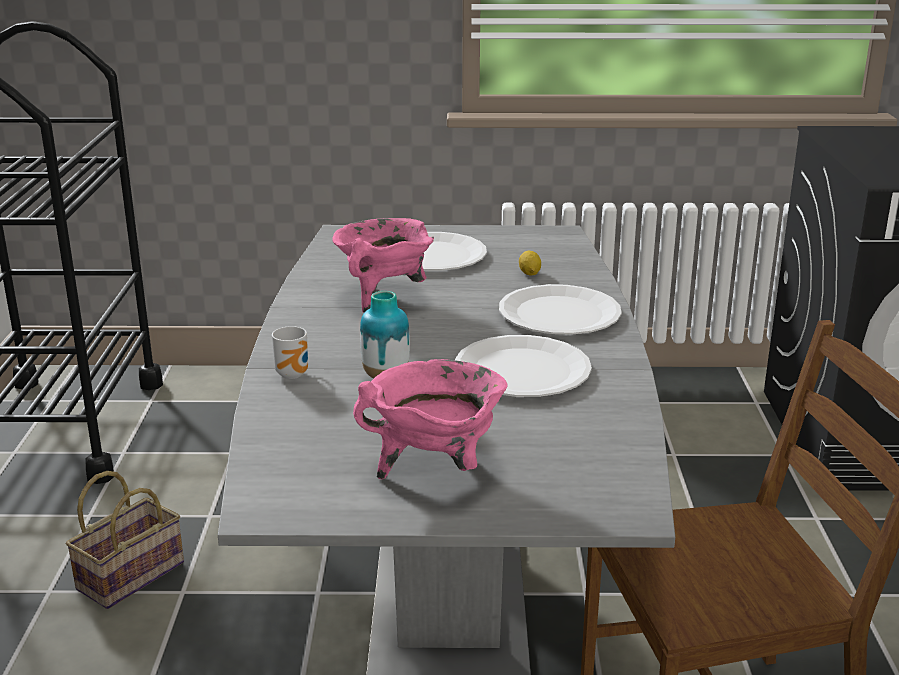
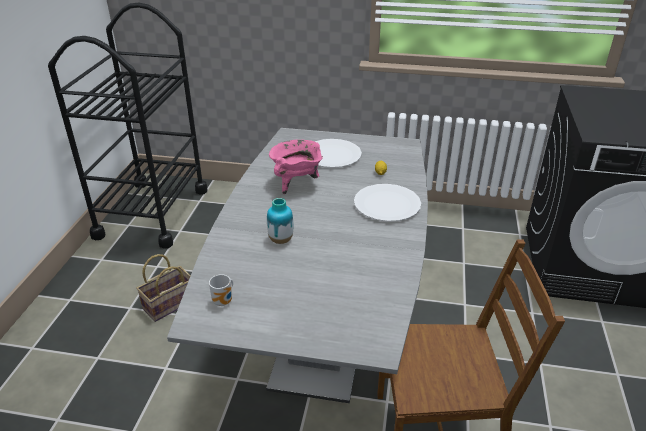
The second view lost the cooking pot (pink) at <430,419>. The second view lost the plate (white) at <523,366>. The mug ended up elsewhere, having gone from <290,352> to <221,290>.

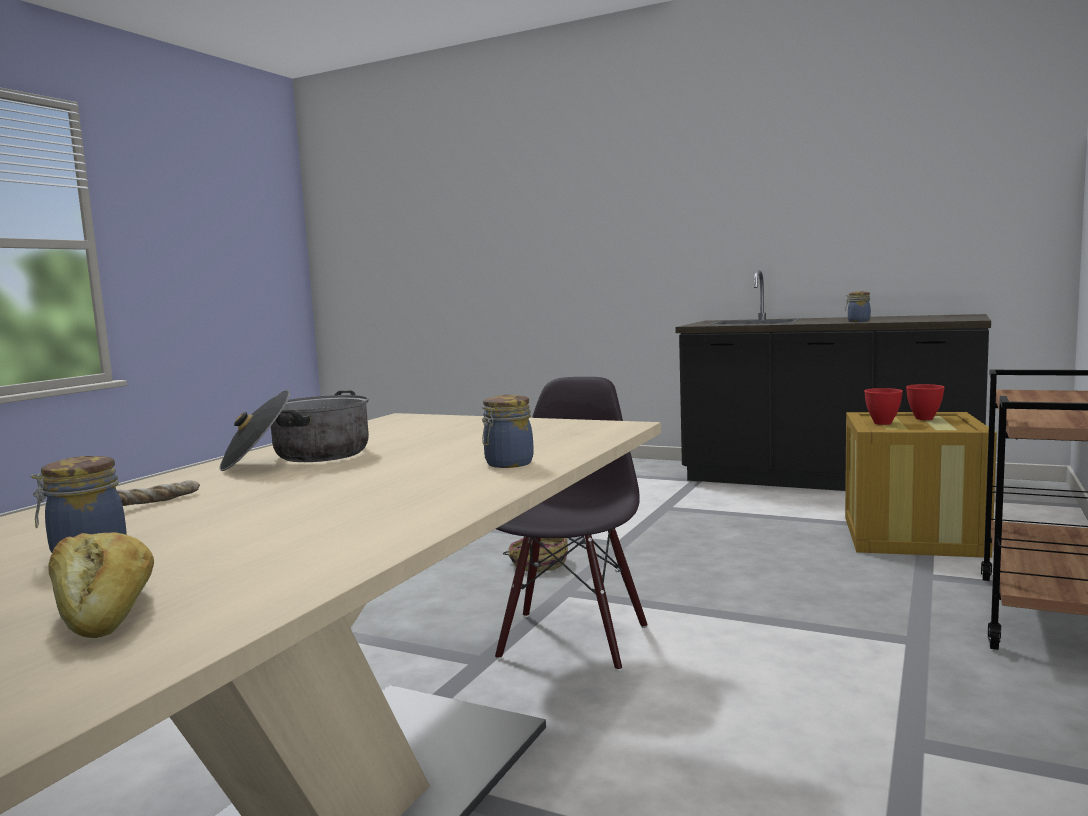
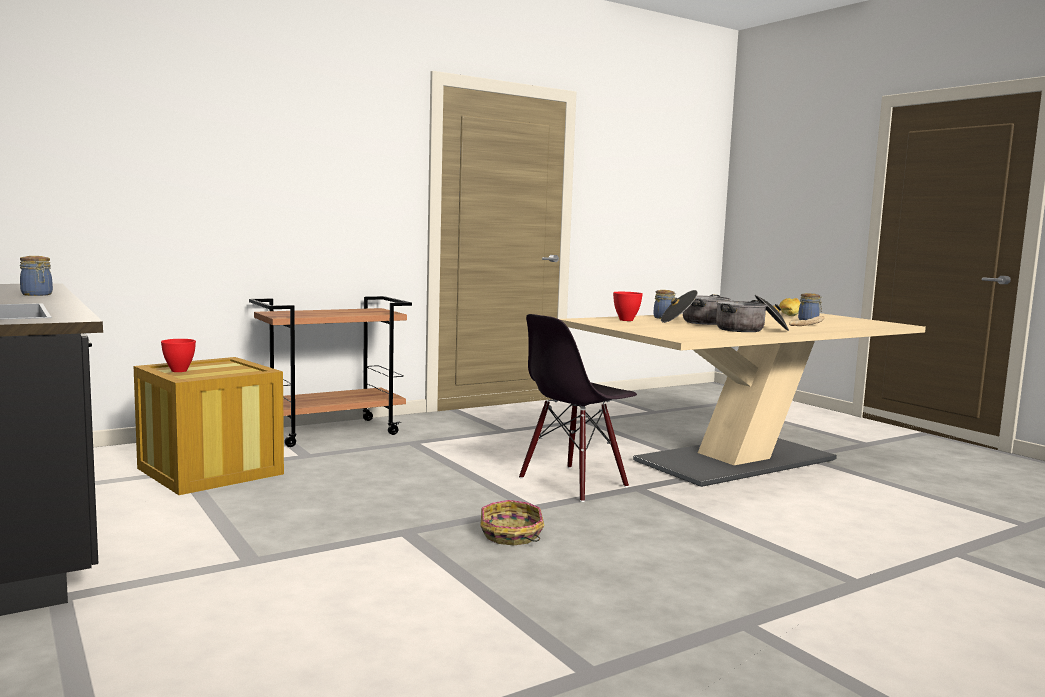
The second view gained the cooking pot at <695,307>. The bowl (red) ended up elsewhere, having gone from <883,406> to <628,306>.

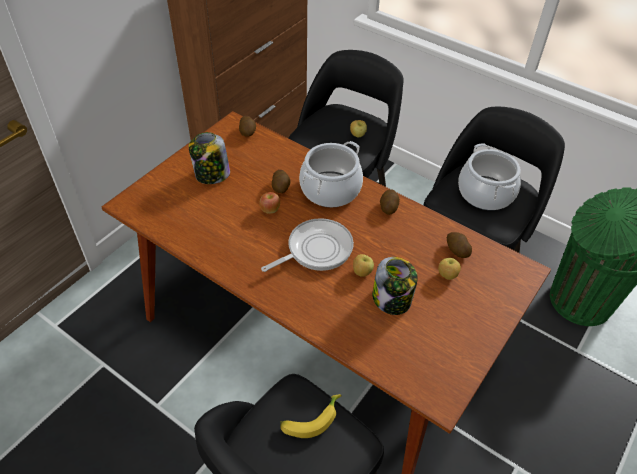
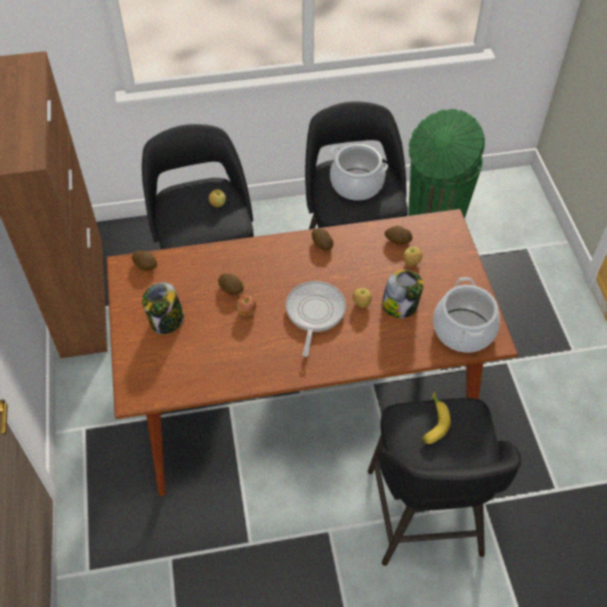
The cooking pot ended up elsewhere, having gone from <331,174> to <466,315>.

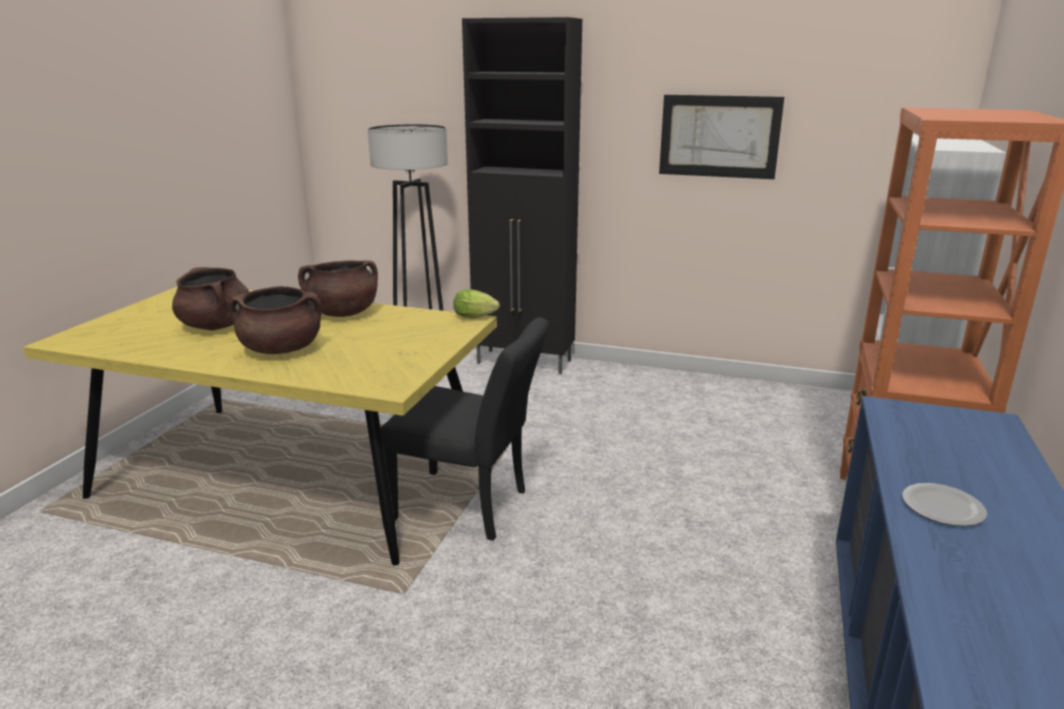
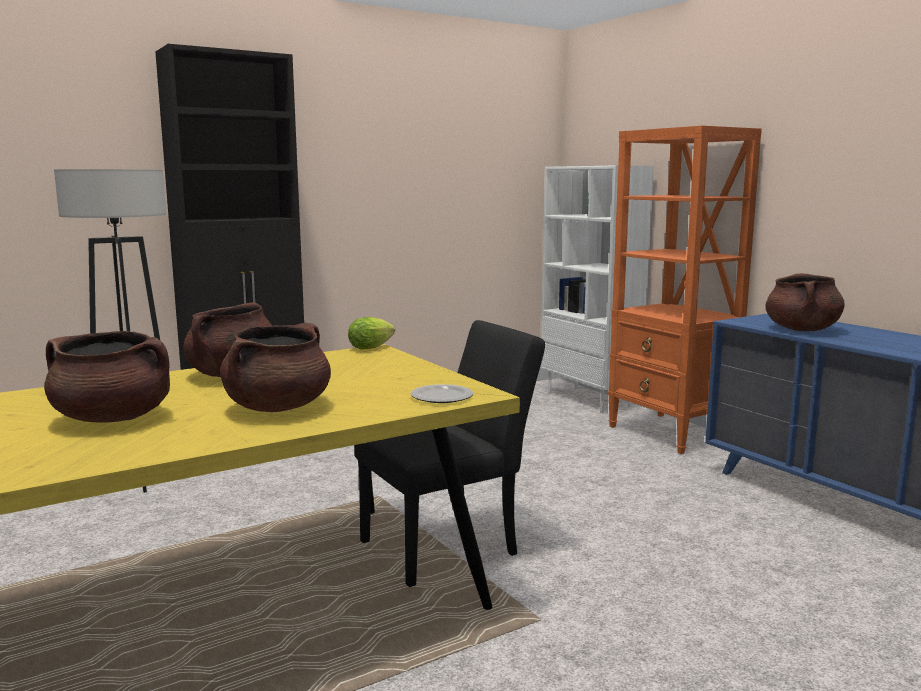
The second view lost the picture at <721,137>. The second view gained the cooking pot (brown) at <805,302>. The plate ended up elsewhere, having gone from <944,504> to <442,393>.

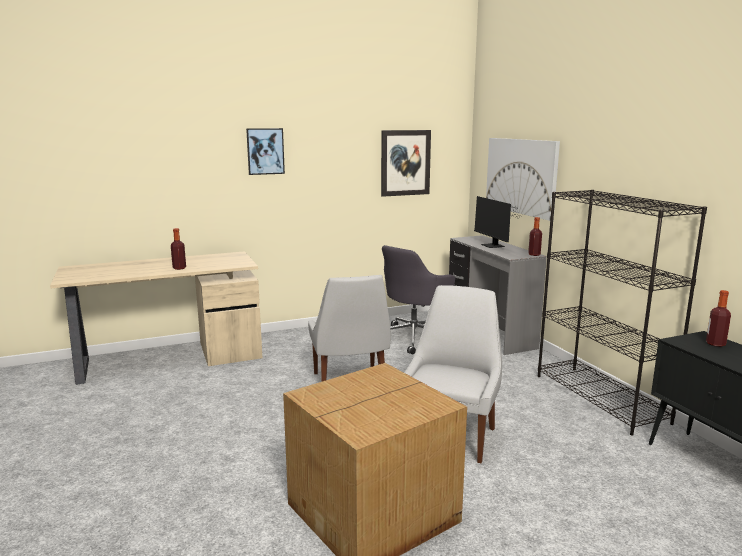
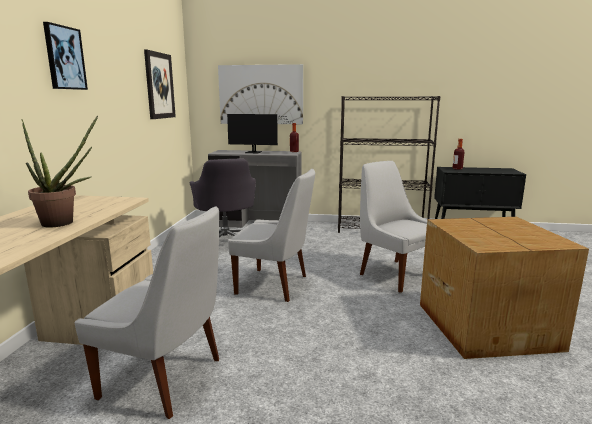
The second view gained the chair (white) at <146,312>. Where the bottle stood at <178,249>, the potted plant came to stand at <60,171>.

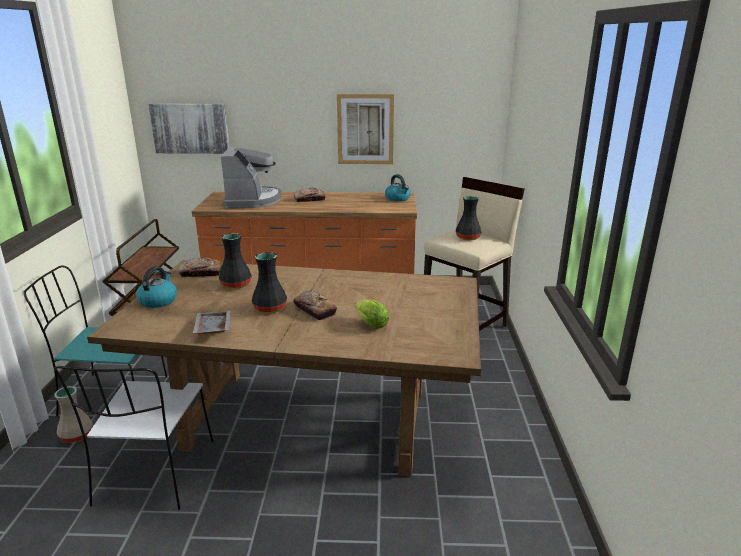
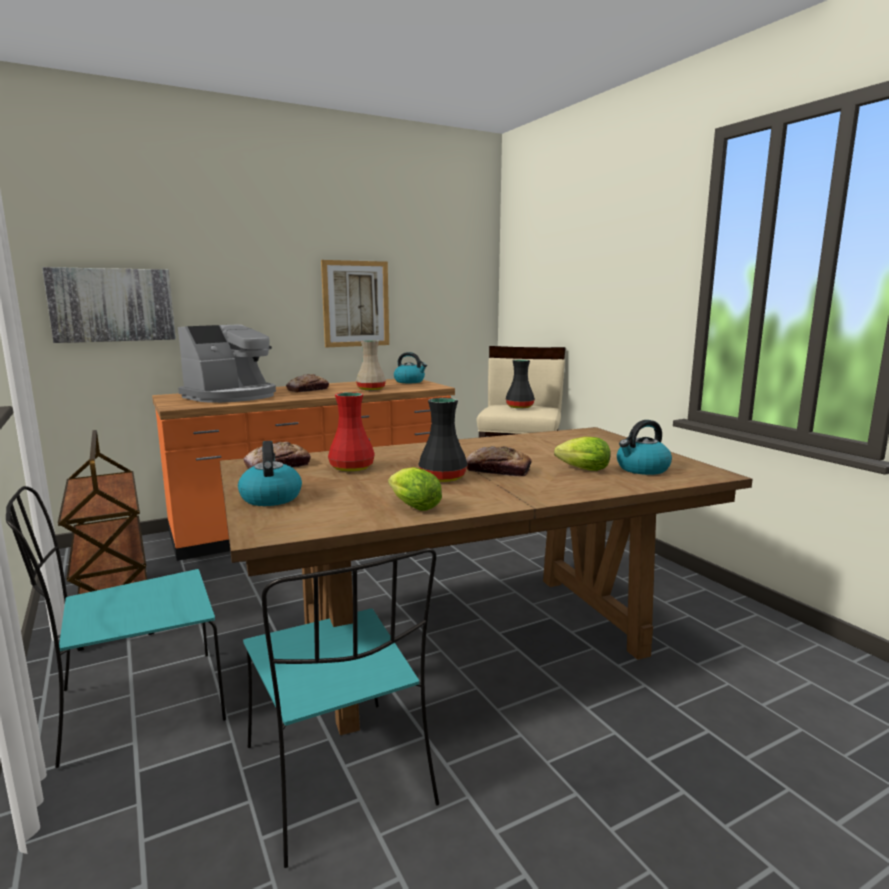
The second view gained the kettle at <644,447>. The vase (beige) ended up elsewhere, having gone from <73,414> to <371,365>. Where the tray (grey) stood at <211,322>, the lettuce came to stand at <415,489>. What was the chair (white) at <134,438> turned into the chair (turquoise) at <341,708>. What was the vase (black) at <235,261> turned into the vase (red) at <351,432>. The coffee machine at <251,178> ended up facing another way, 75 degrees clockwise from before.

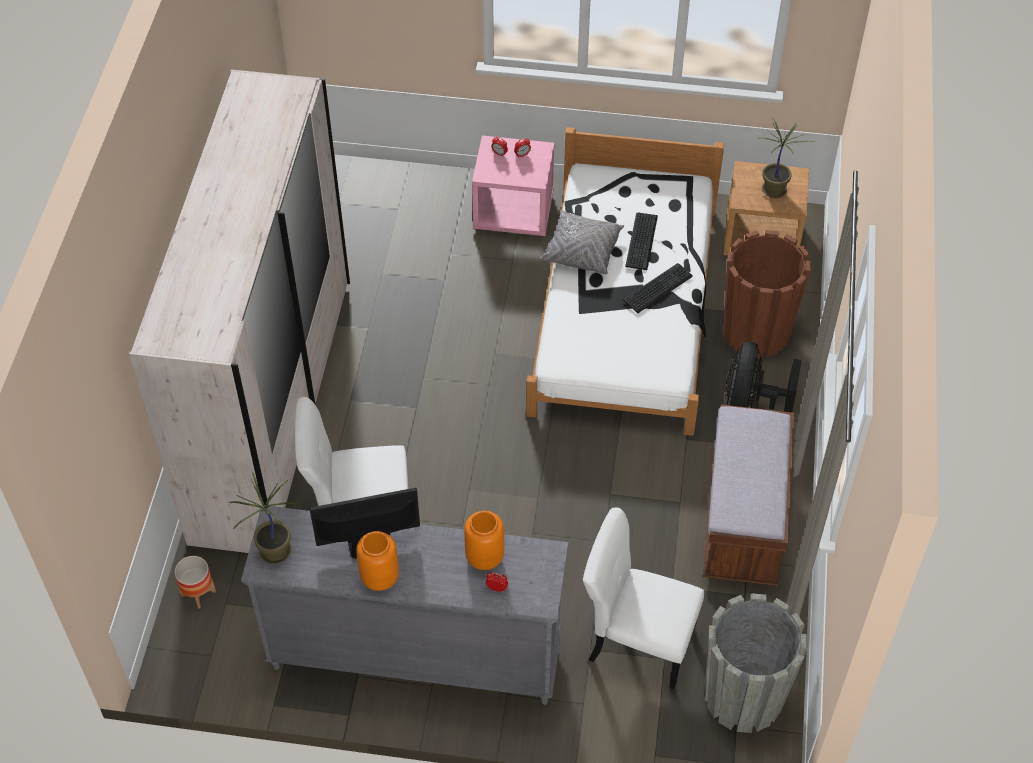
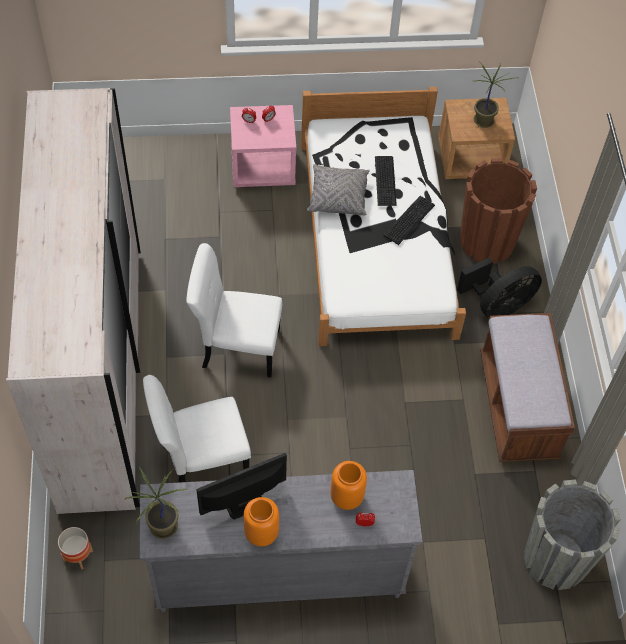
The chair (white) ended up elsewhere, having gone from <643,598> to <234,310>. The fan (black) at <763,377> ended up facing another way, 120 degrees counterclockwise from before.

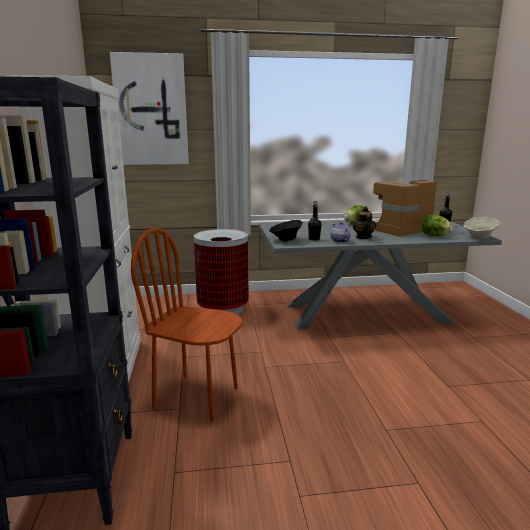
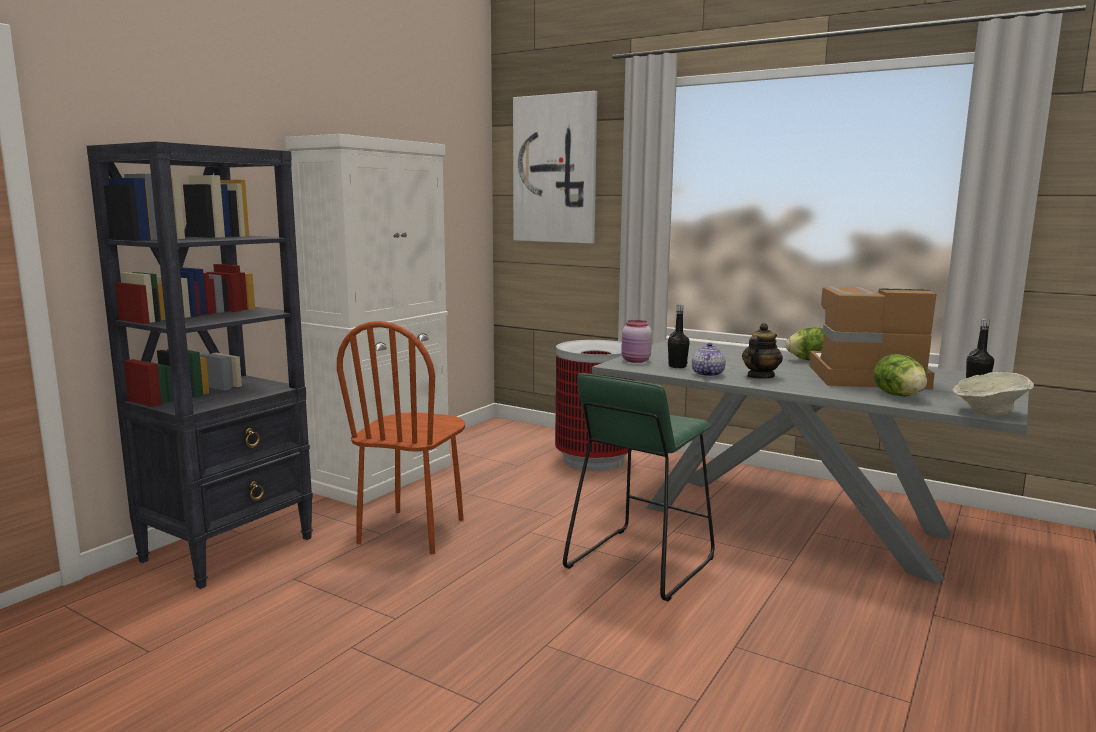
The second view gained the stool (green) at <639,487>. Where the bowl (black) stood at <286,230>, the jar (pink) came to stand at <636,341>. The chair (brown) at <187,324> ended up facing another way, 135 degrees counterclockwise from before.

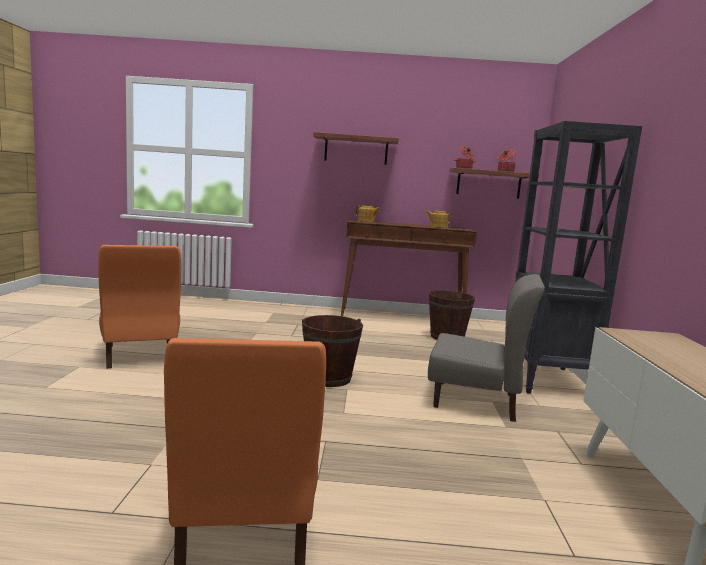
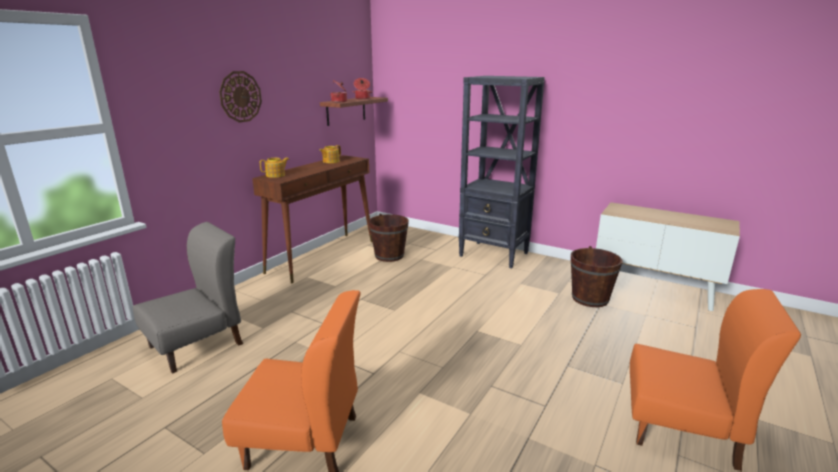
The bucket (brown) ended up elsewhere, having gone from <332,351> to <596,276>. The chair (grey) ended up elsewhere, having gone from <486,348> to <188,297>. Where the shelf hung at <356,148>, the wall clock came to hang at <240,97>.

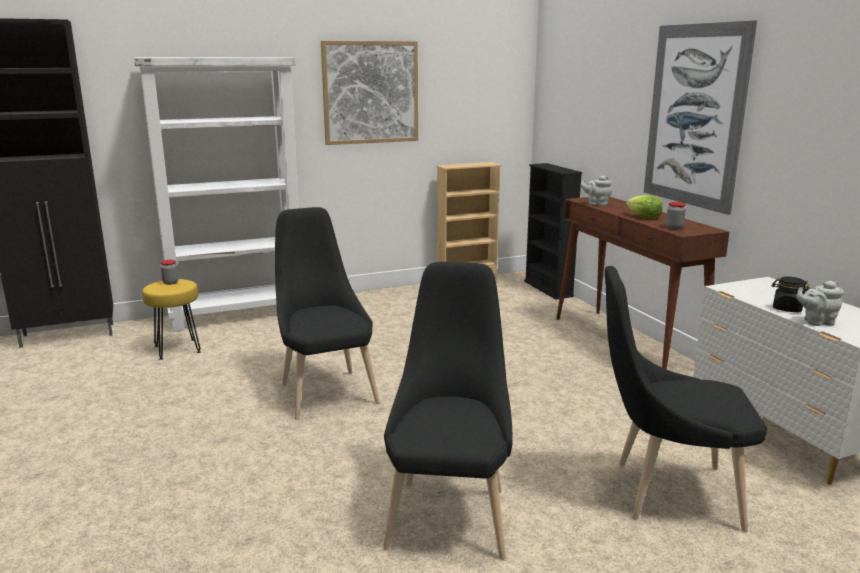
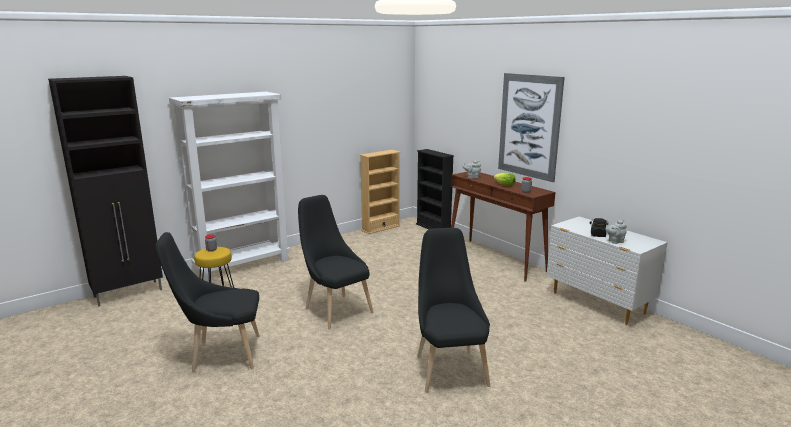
The second view lost the picture at <369,93>. The chair (black) ended up elsewhere, having gone from <686,399> to <208,302>.

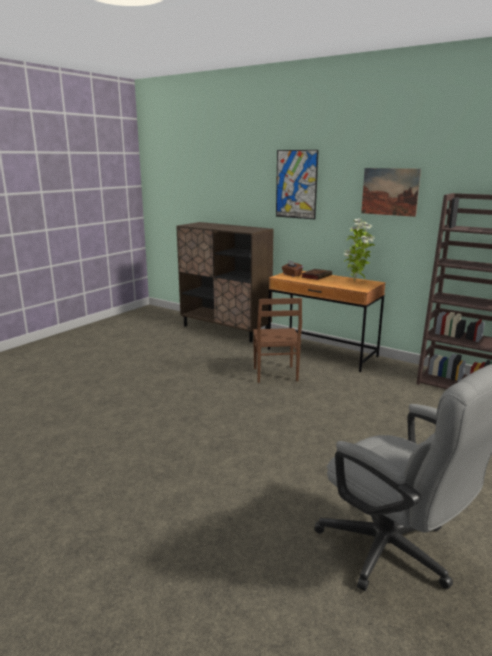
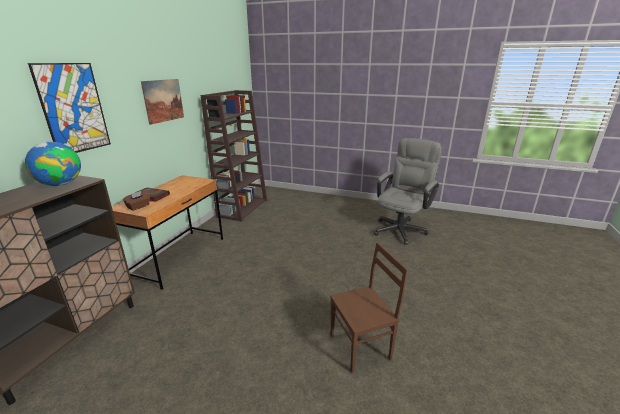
The second view lost the potted plant at <359,250>. The second view gained the globe at <53,164>. The chair (brown) ended up elsewhere, having gone from <277,340> to <369,307>.

